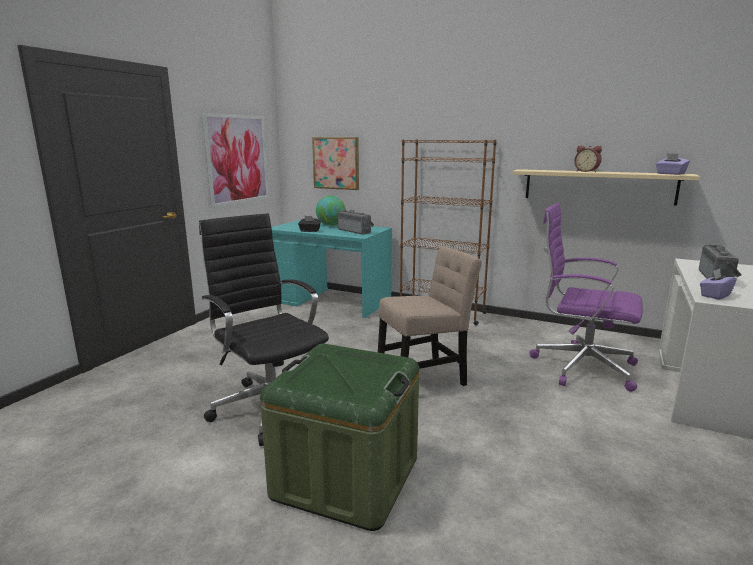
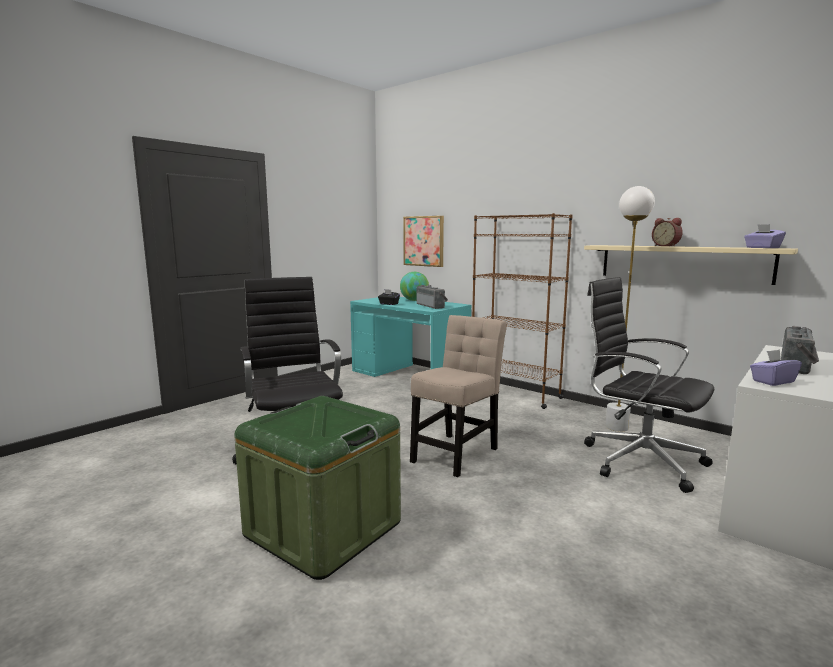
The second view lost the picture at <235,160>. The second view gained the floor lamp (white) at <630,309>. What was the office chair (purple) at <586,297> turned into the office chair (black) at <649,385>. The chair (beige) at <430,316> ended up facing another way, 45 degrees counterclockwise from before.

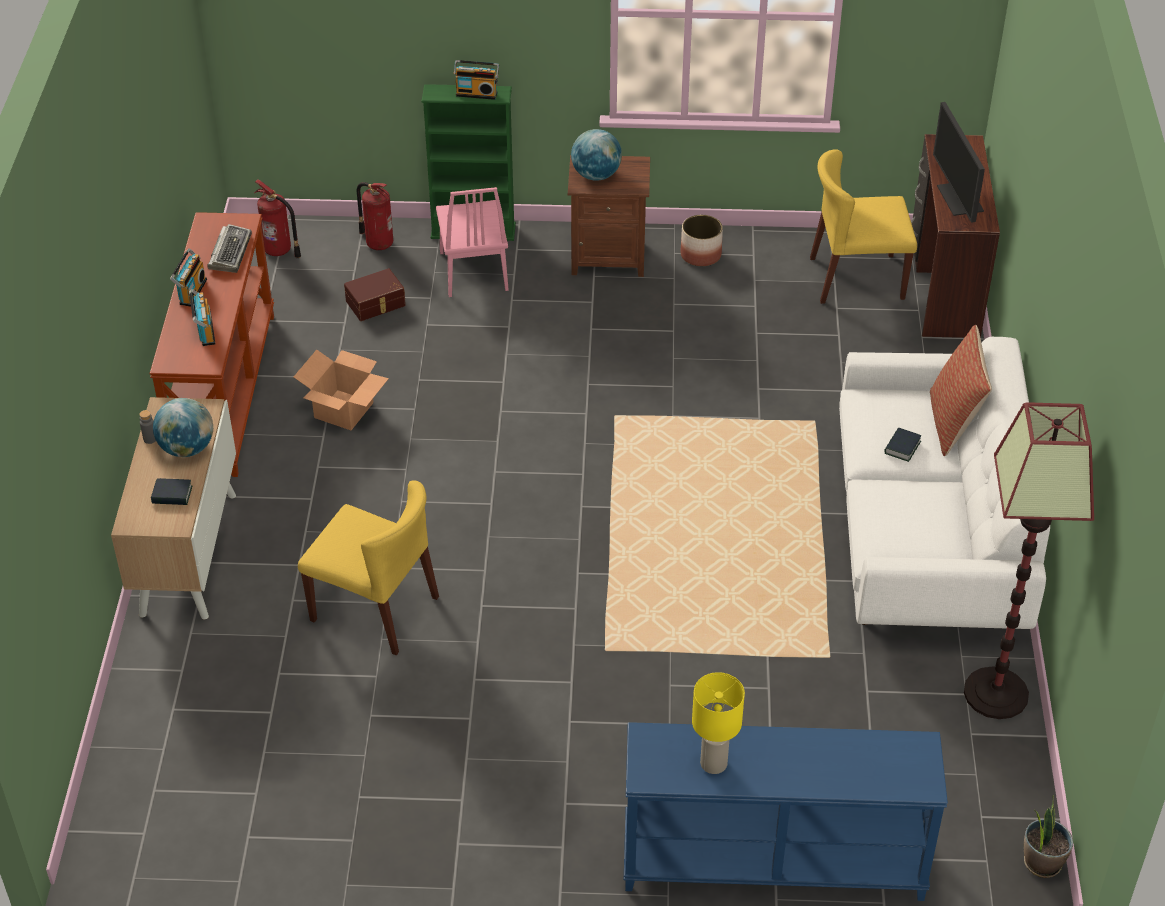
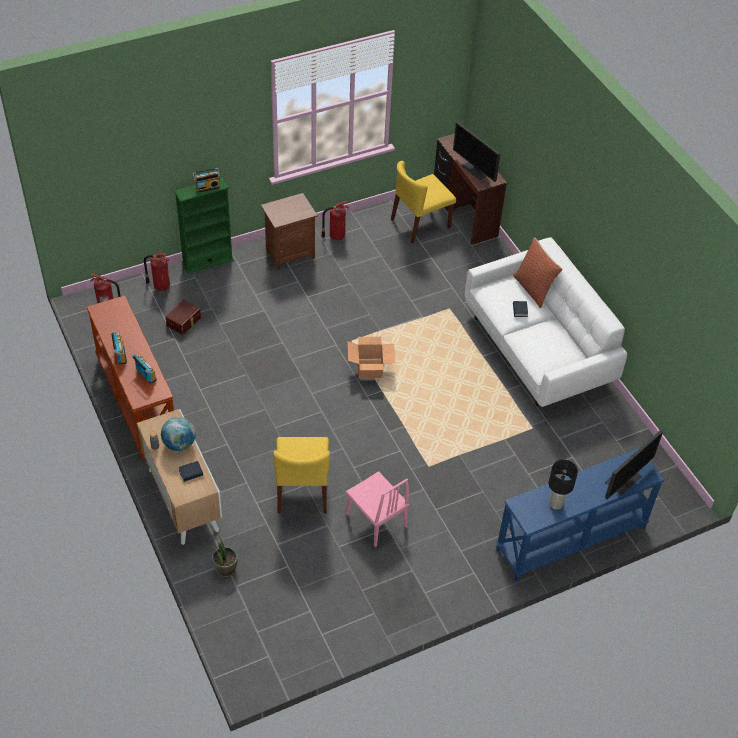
The second view lost the keyboard at <229,248>. The second view lost the globe at <596,155>. The second view lost the floor lamp at <1029,560>. The second view gained the monitor at <634,465>. The cardboard box ended up elsewhere, having gone from <341,390> to <371,358>. The chair (pink) ended up elsewhere, having gone from <472,242> to <377,509>. The potted plant ended up elsewhere, having gone from <1048,836> to <225,556>. Where the planter stood at <702,240>, the fire extinguisher came to stand at <335,220>. What was the table lamp (yellow) at <718,723> turned into the table lamp (black) at <563,485>. The chair (yellow) at <368,567> ended up facing another way, 90 degrees clockwise from before.

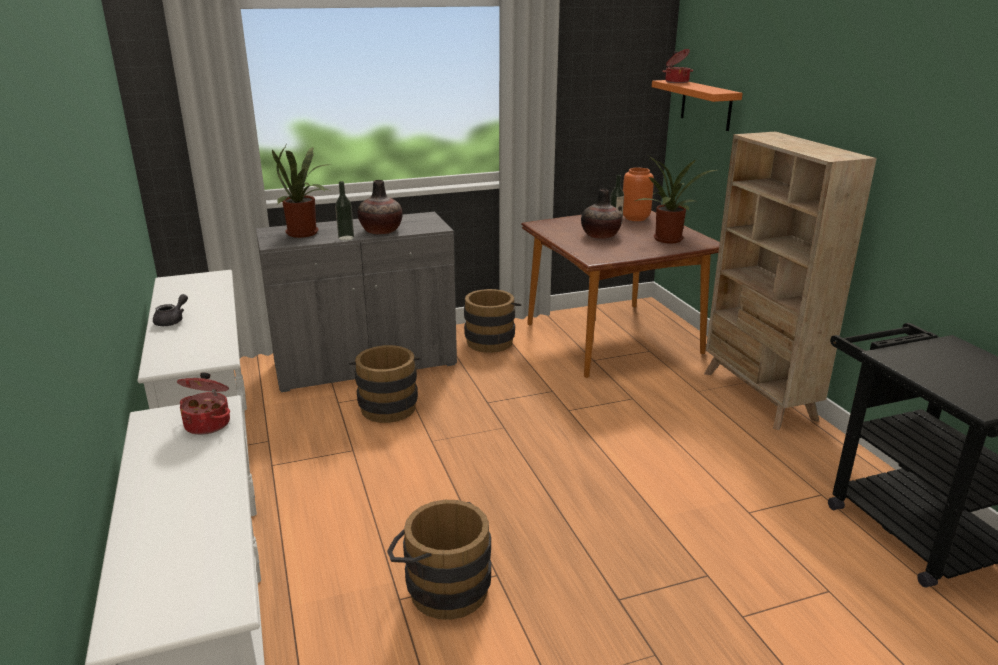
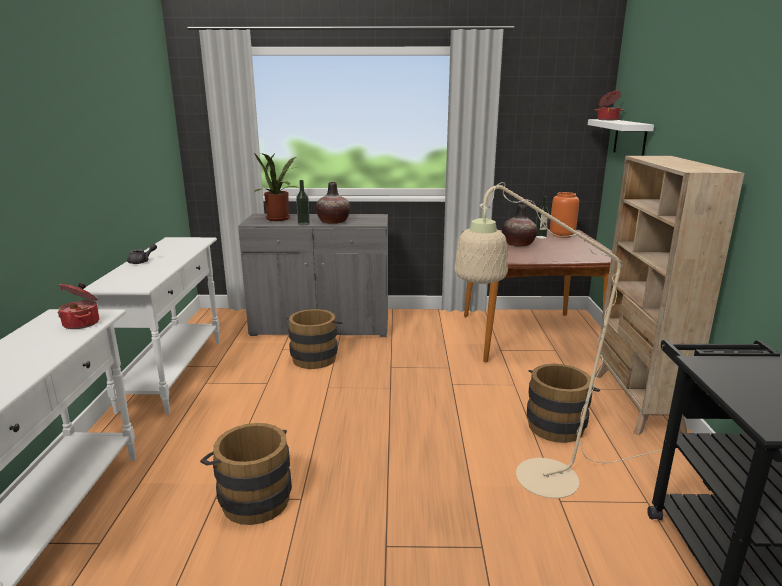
The second view lost the potted plant at <676,199>. The second view gained the floor lamp (beige) at <558,340>. The bucket (brown) ended up elsewhere, having gone from <491,321> to <563,403>. What was the shelf (orange) at <697,105> turned into the shelf (white) at <621,137>.

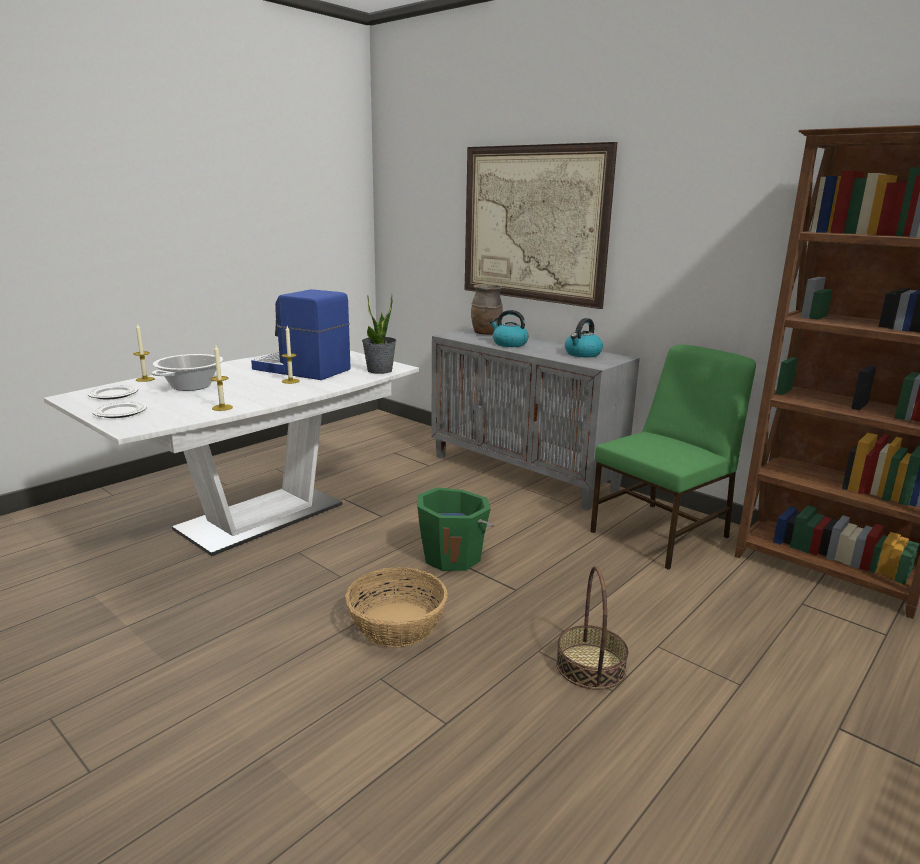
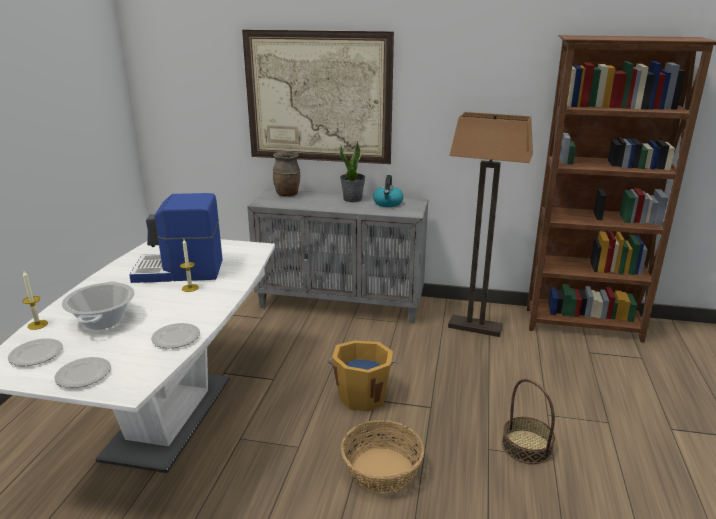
The second view lost the kettle at <509,328>. The potted plant ended up elsewhere, having gone from <379,334> to <353,171>. Where the candle stood at <221,378>, the plate came to stand at <175,335>. Where the chair (green) stood at <673,457>, the floor lamp came to stand at <490,224>. What was the bucket (green) at <455,529> turned into the bucket (orange) at <363,376>.

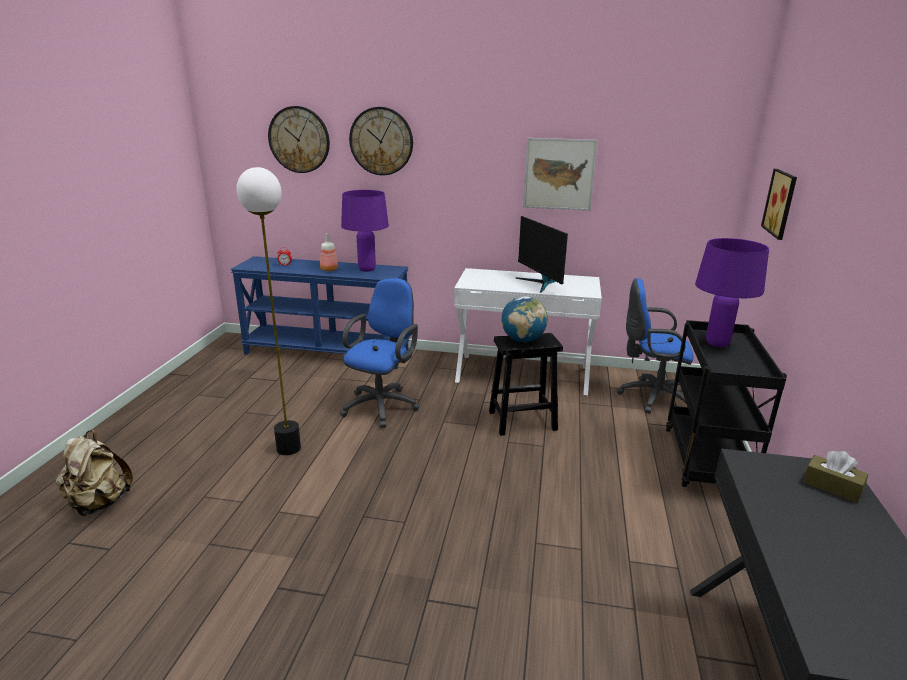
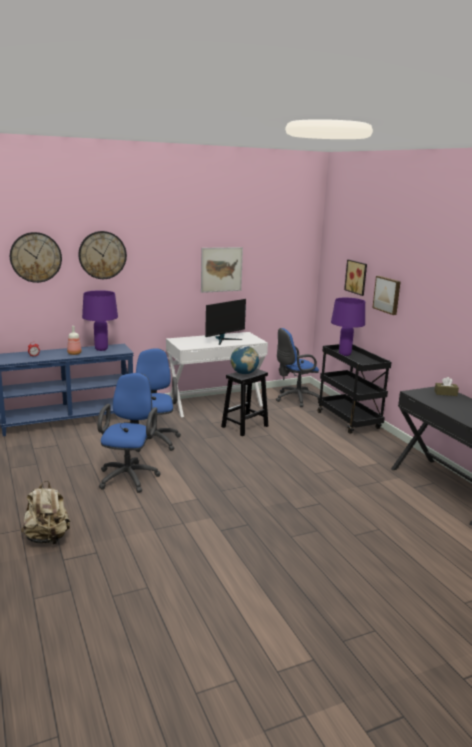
The second view gained the picture at <386,295>. Where the floor lamp stood at <268,311>, the office chair (blue) came to stand at <129,433>. The monitor at <541,254> ended up facing another way, 75 degrees counterclockwise from before.

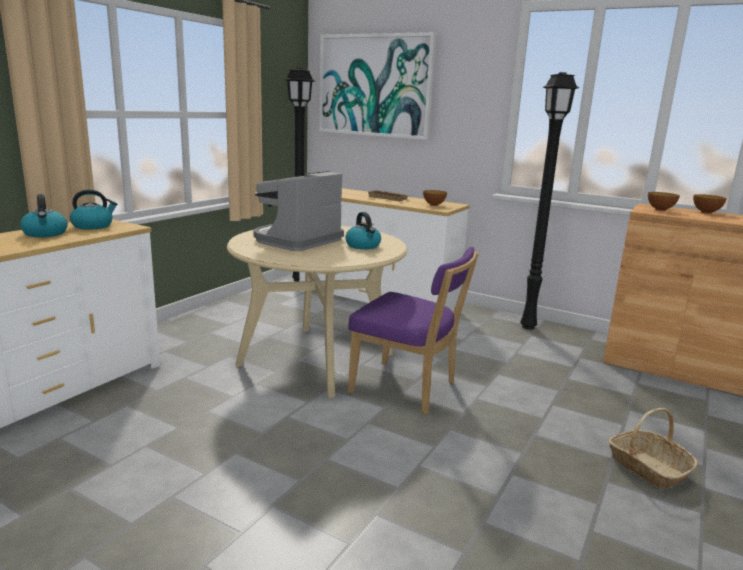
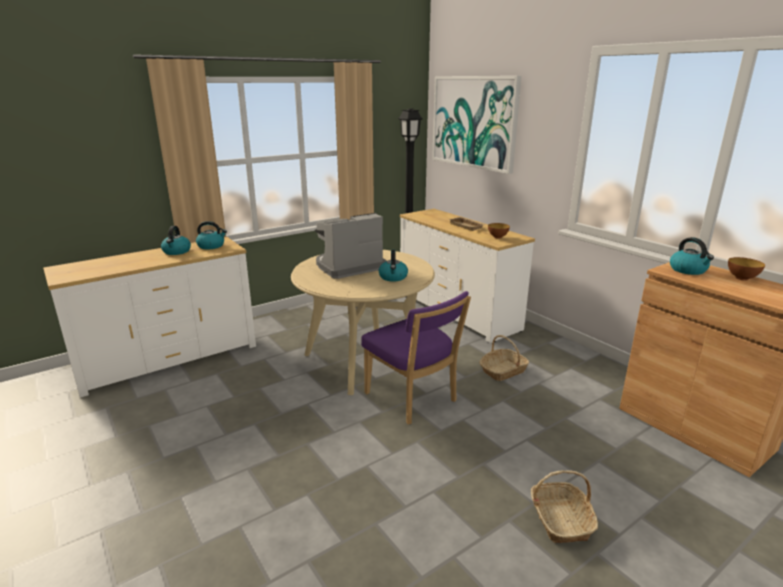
The second view lost the floor lamp (black) at <549,201>. The second view gained the basket at <504,358>. Where the bowl stood at <664,201>, the kettle came to stand at <692,256>.

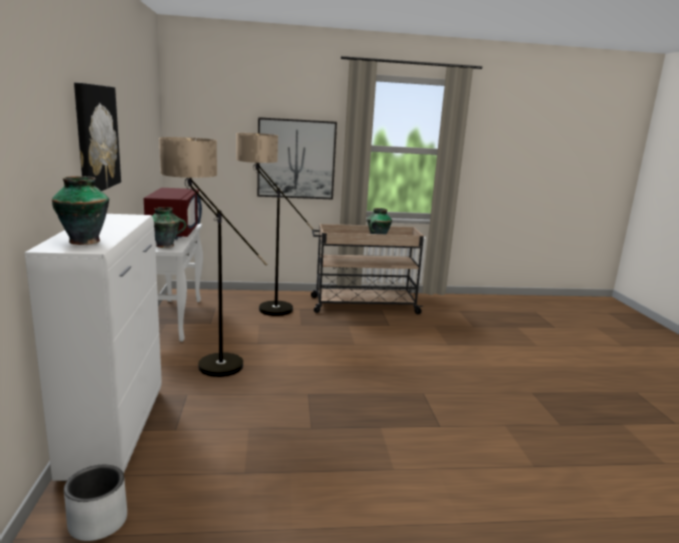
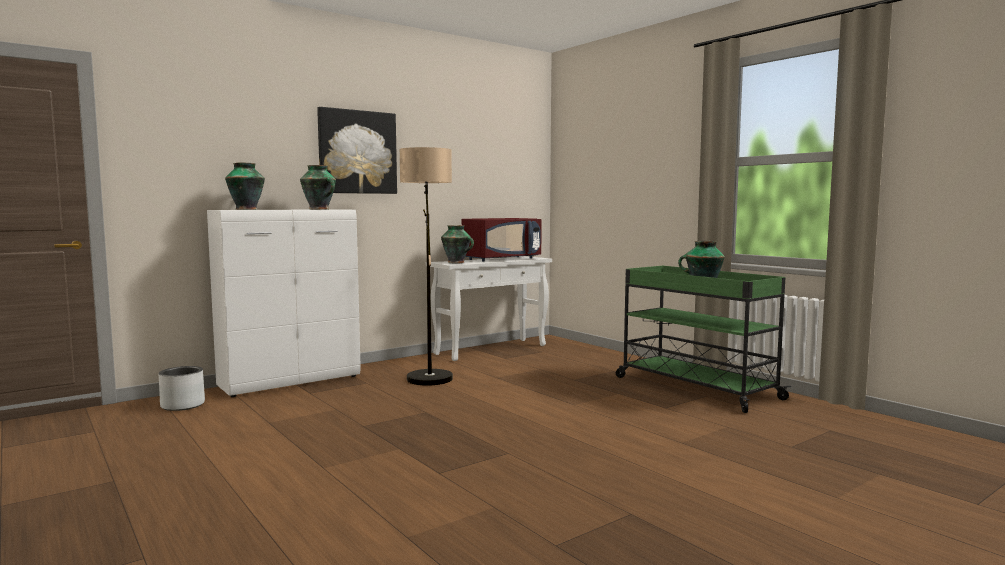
The second view lost the floor lamp at <274,224>. The second view lost the picture at <297,158>. The second view gained the vase at <318,187>. What was the cart (beige) at <367,269> turned into the cart (green) at <703,339>.

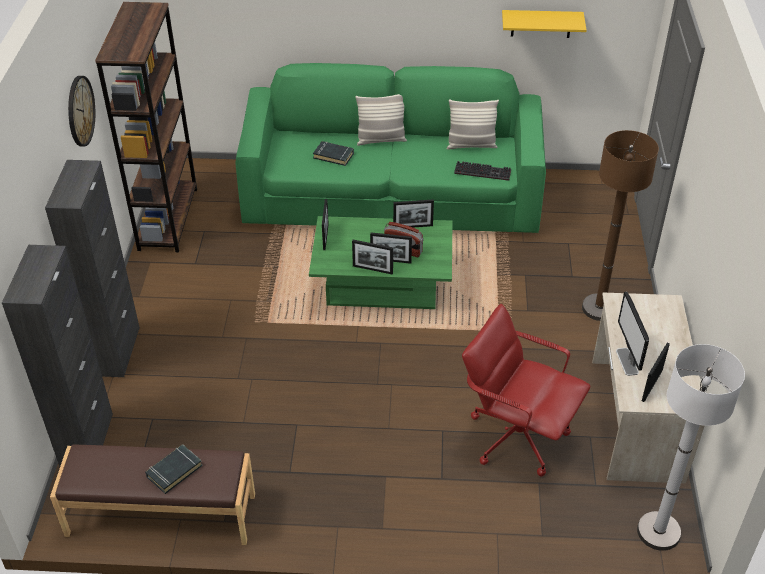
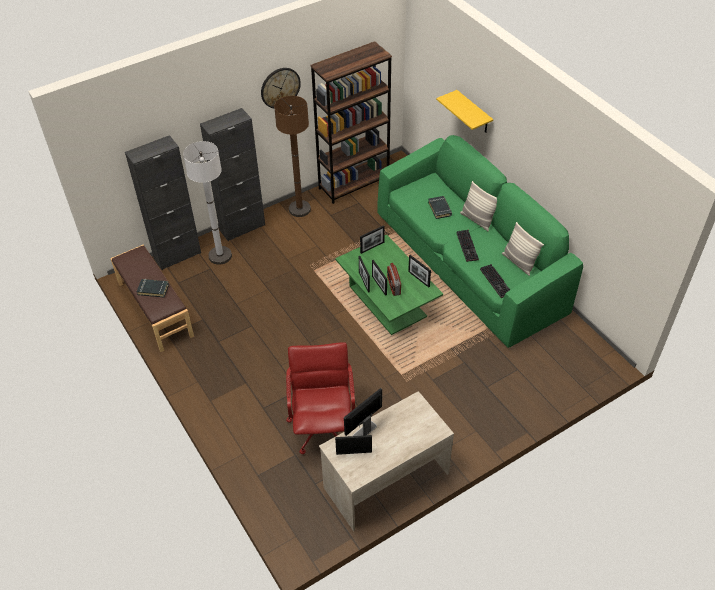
The second view gained the keyboard at <467,246>. The shelf (yellow) ended up elsewhere, having gone from <544,24> to <464,111>. The floor lamp (brown) ended up elsewhere, having gone from <620,225> to <292,156>. The floor lamp (white) ended up elsewhere, having gone from <691,447> to <207,203>.

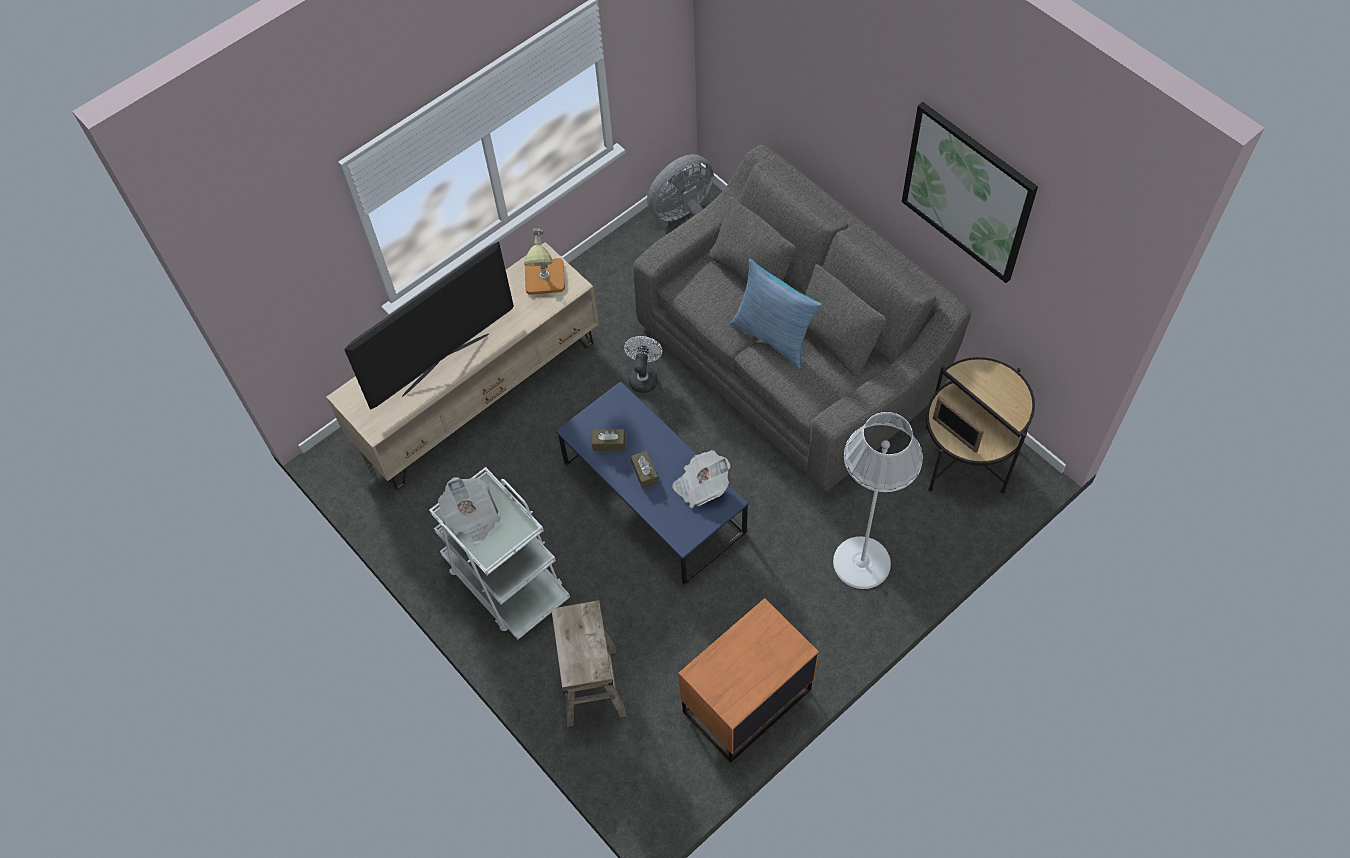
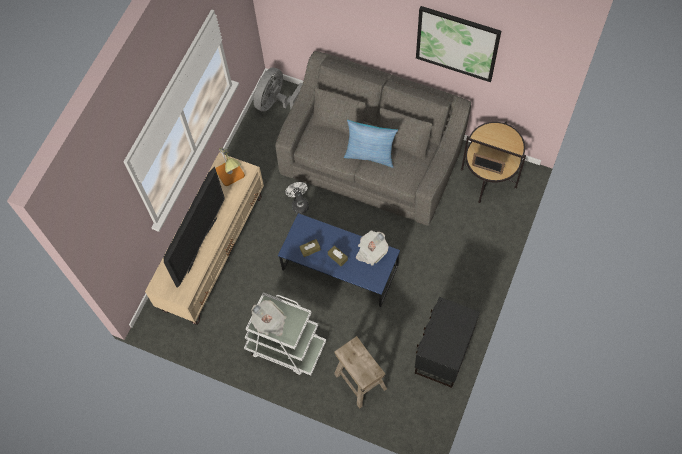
The second view lost the floor lamp (white) at <878,500>. What was the nightstand (orange) at <748,680> turned into the nightstand (black) at <447,342>.

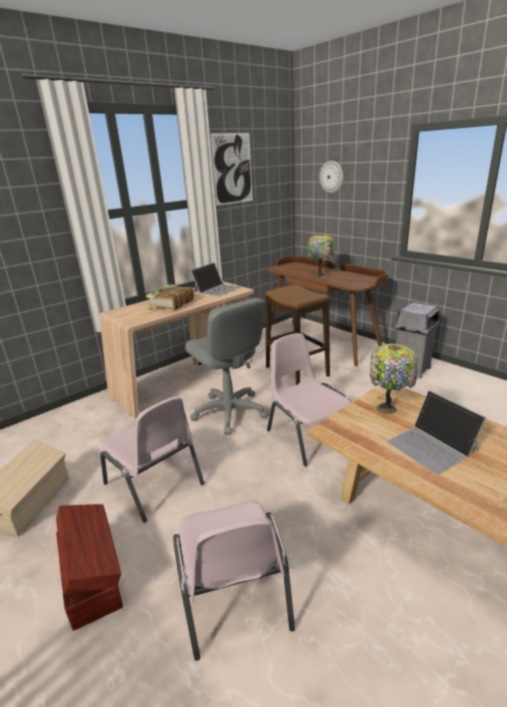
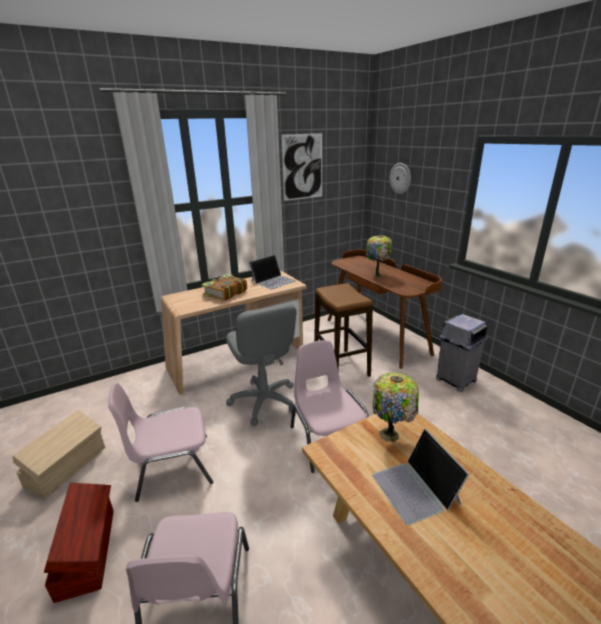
The chair (pink) at <152,459> ended up facing another way, 105 degrees clockwise from before.

